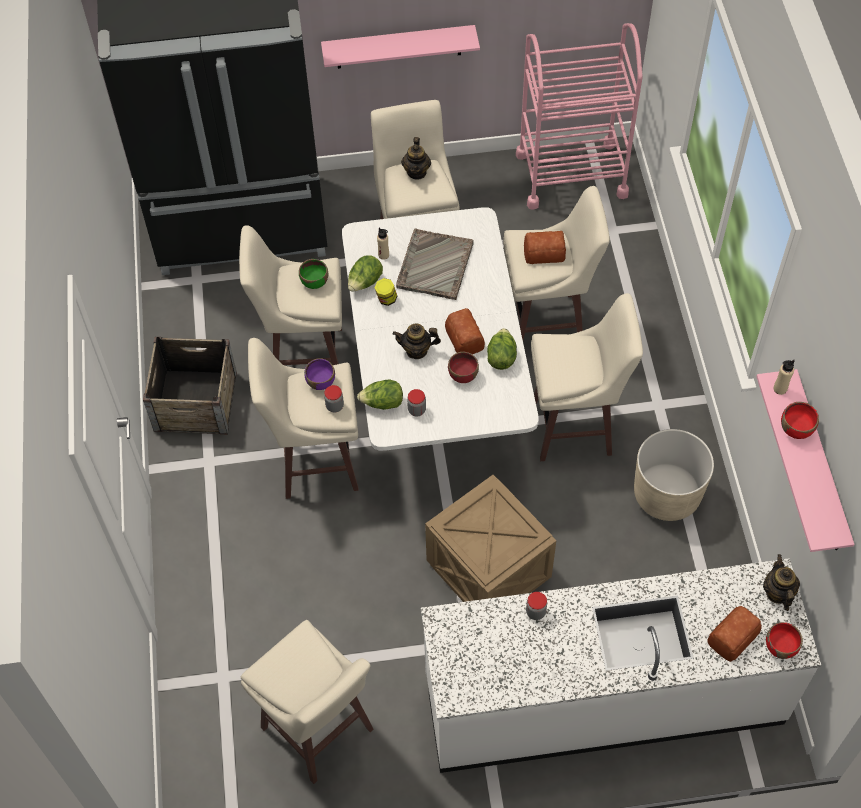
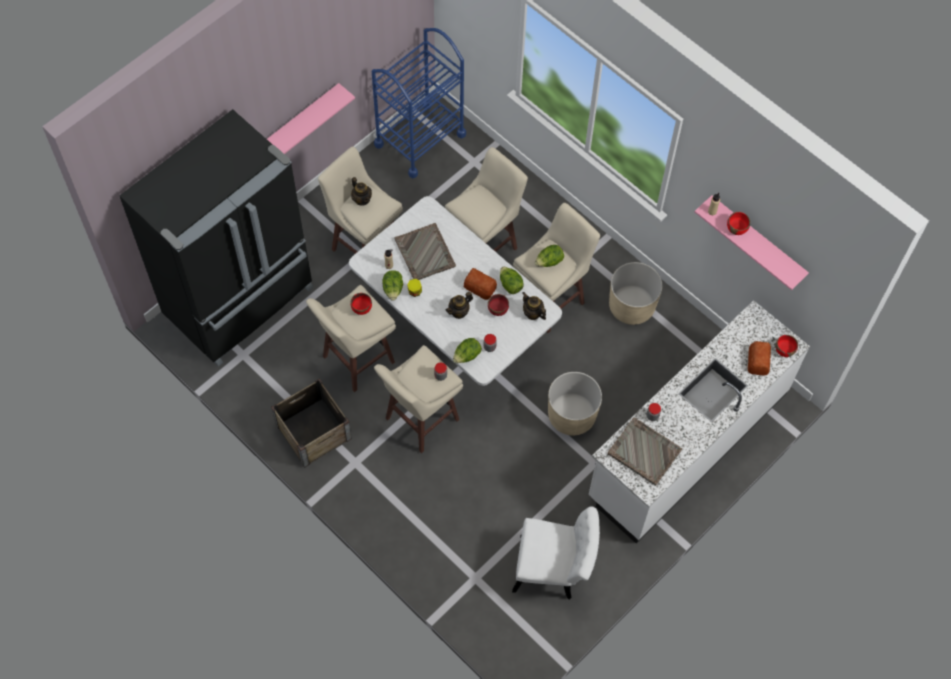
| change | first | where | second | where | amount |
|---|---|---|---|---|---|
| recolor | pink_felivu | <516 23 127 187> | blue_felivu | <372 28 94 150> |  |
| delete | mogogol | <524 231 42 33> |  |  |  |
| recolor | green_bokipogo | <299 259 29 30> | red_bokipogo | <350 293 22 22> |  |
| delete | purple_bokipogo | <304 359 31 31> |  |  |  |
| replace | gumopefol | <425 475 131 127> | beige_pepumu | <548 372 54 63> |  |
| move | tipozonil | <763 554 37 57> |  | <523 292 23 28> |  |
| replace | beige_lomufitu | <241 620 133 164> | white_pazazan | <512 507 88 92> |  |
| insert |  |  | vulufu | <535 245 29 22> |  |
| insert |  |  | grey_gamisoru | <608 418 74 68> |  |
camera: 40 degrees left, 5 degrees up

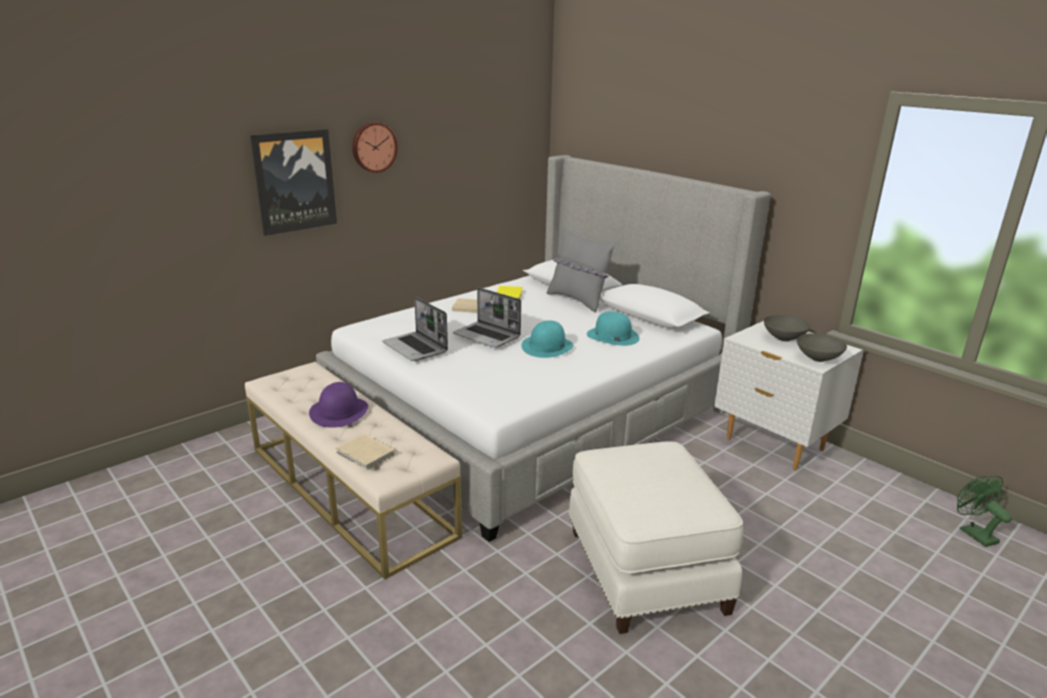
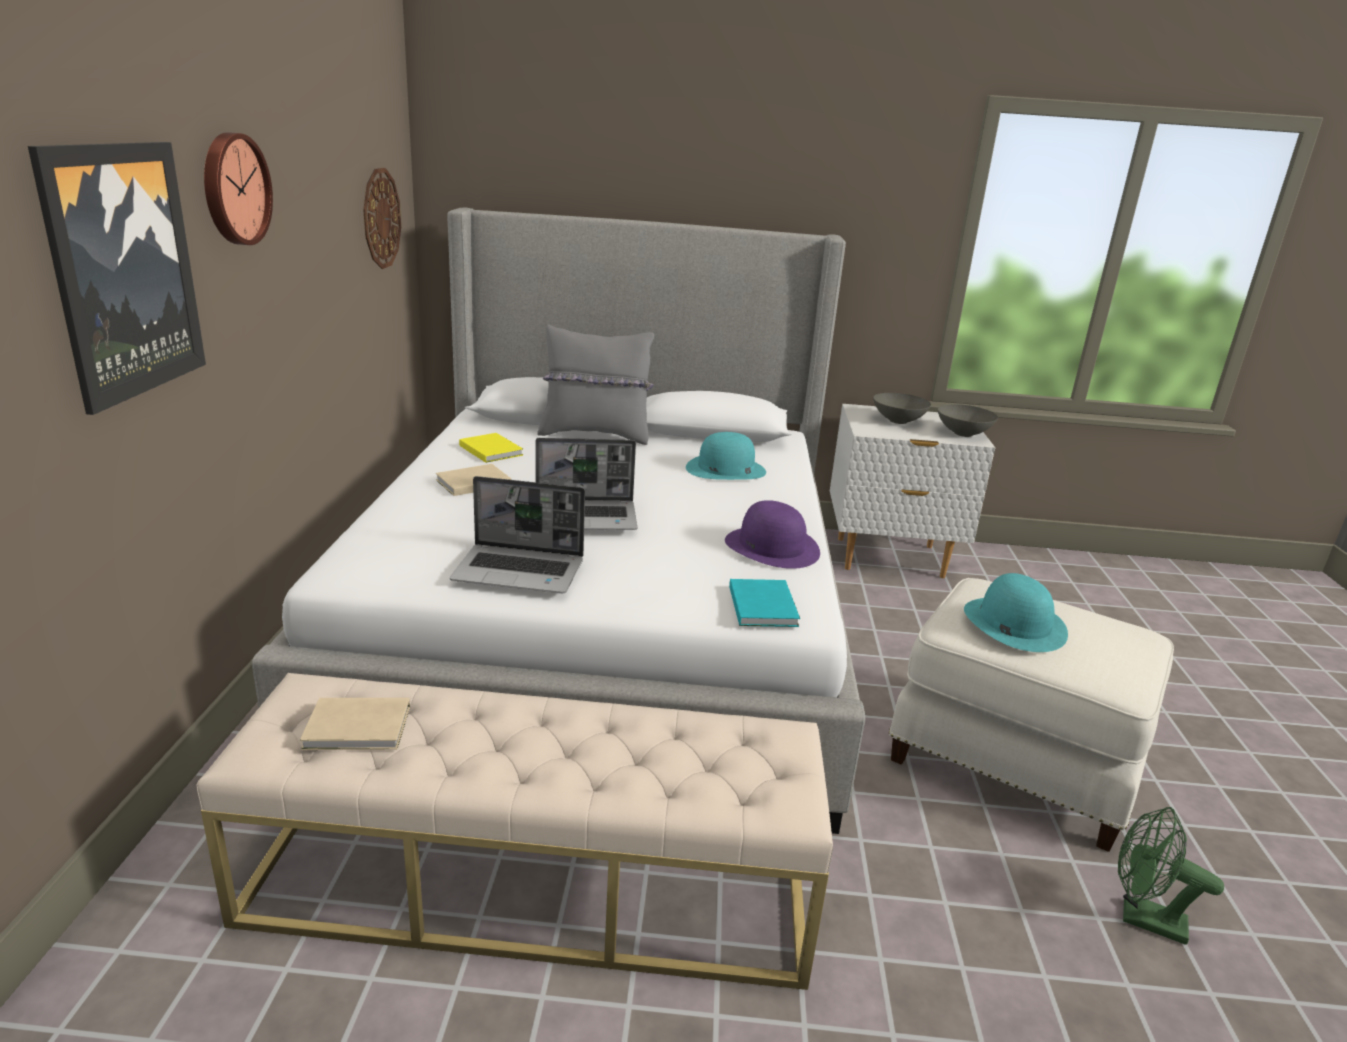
| change | first | where | second | where | amount |
|---|---|---|---|---|---|
| move | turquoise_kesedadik | <521 320 53 38> |  | <964 573 104 79> |  |
| move | purple_kesedadik | <309 382 59 46> |  | <725 500 95 69> |  |
| move | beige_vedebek | <336 434 59 36> |  | <300 698 110 52> |  |
| move | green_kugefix | <957 476 55 71> |  | <1118 807 106 138> |  |
| insert |  |  | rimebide | <363 168 38 101> |  |
| insert |  |  | turquoise_vedebek | <729 579 71 48> |  |
camera: 45 degrees left, 0 degrees up

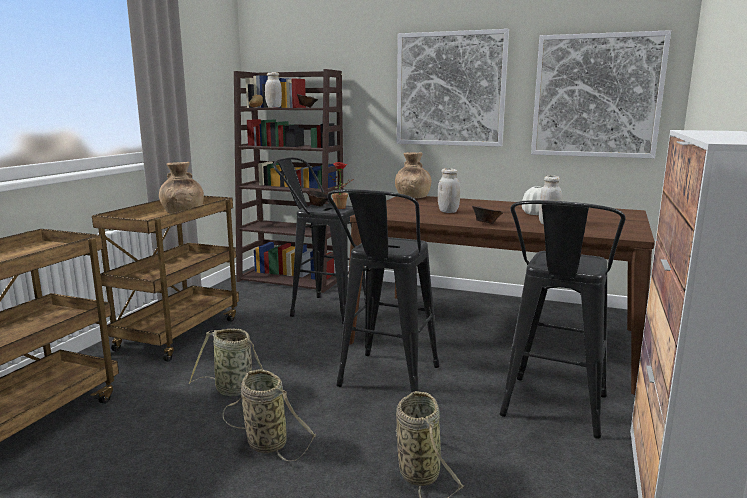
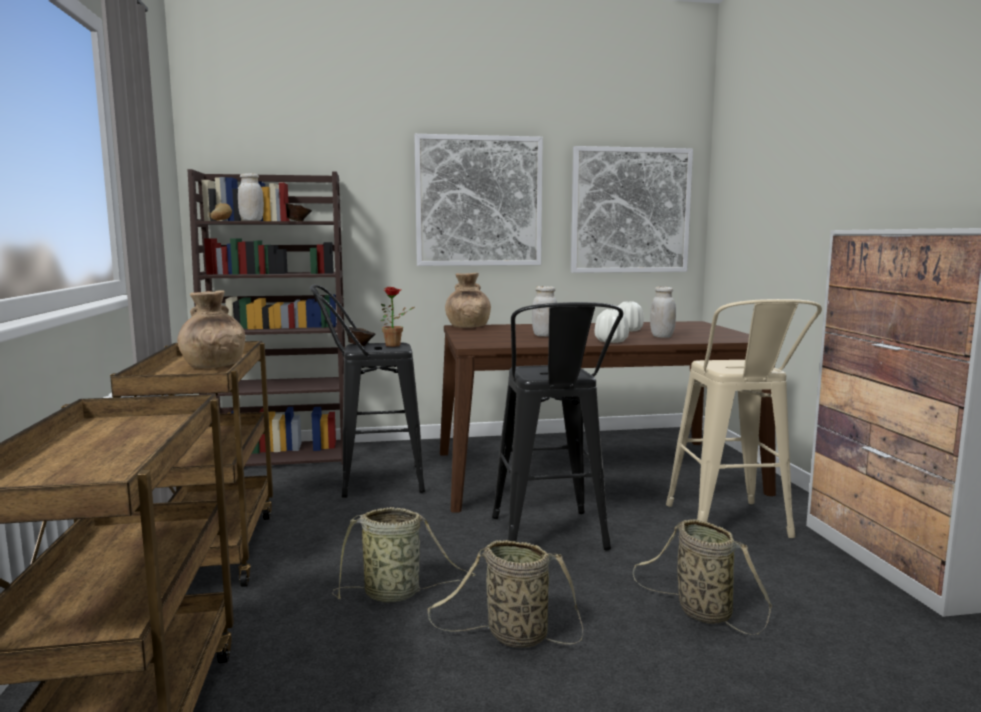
| change | first | where | second | where | amount |
|---|---|---|---|---|---|
| recolor | black_lomufitu | <500 200 126 239> | beige_lomufitu | <666 299 156 239> |  |
| replace | brown_bokipogo | <472 206 31 18> | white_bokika | <595 309 34 34> |  |
camera: 30 degrees left, 5 degrees down

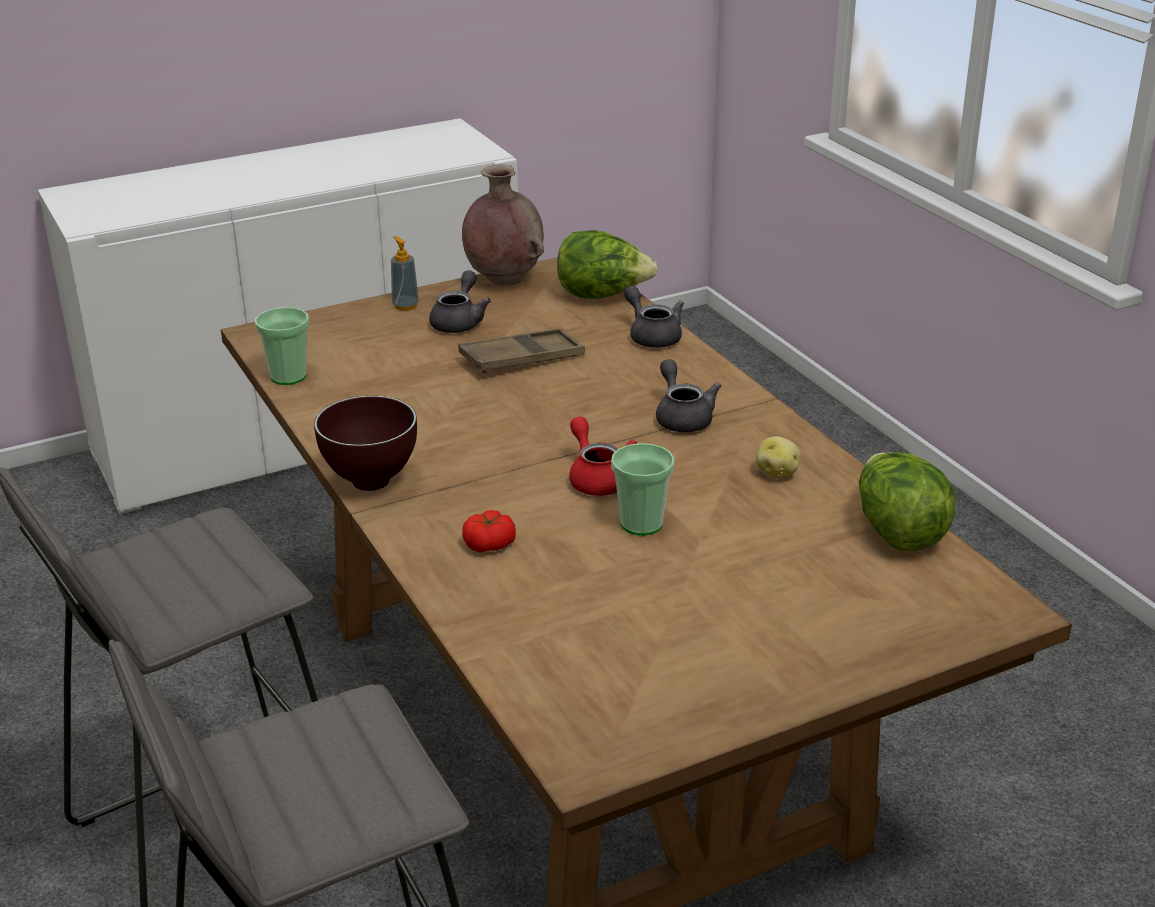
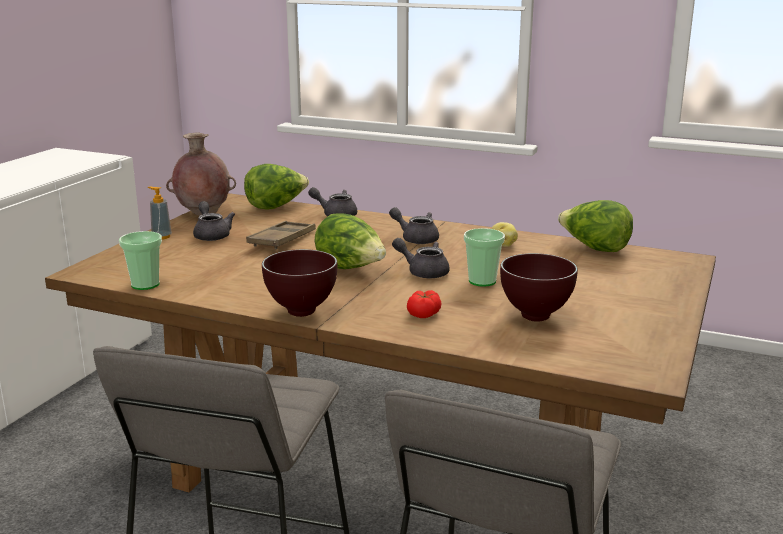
| change | first | where | second | where | amount |
|---|---|---|---|---|---|
| recolor | red_tipozonil | <569 416 68 80> | grey_tipozonil | <392 238 57 40> |  |
| insert |  |  | vulufu | <314 213 72 56> |  |
| insert |  |  | brown_bokipogo | <500 253 78 69> |  |
camera: 40 degrees left, 10 degrees down

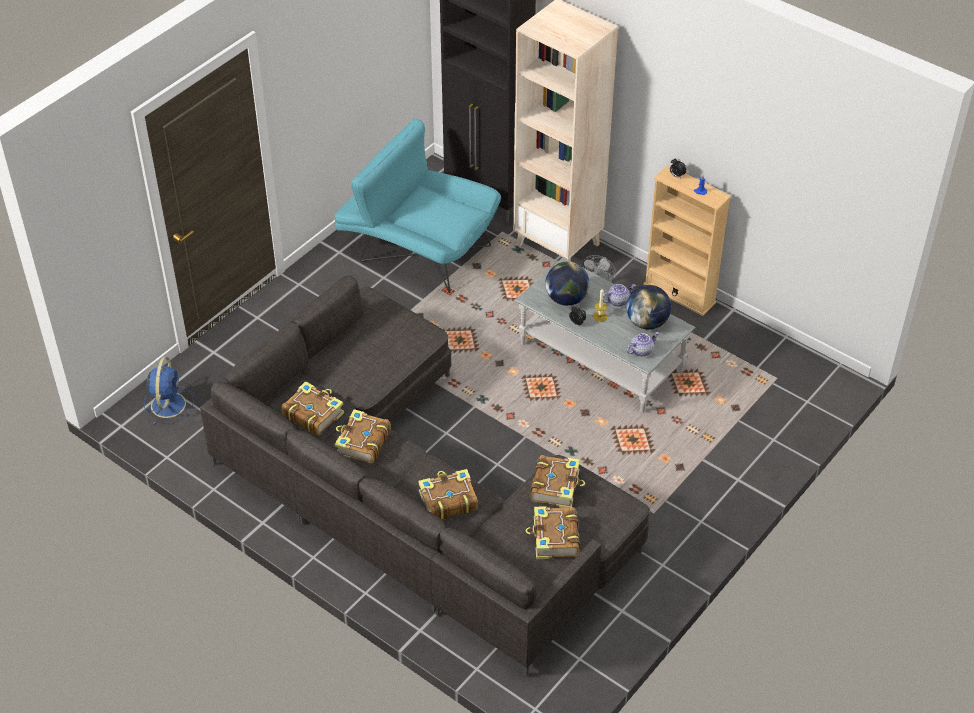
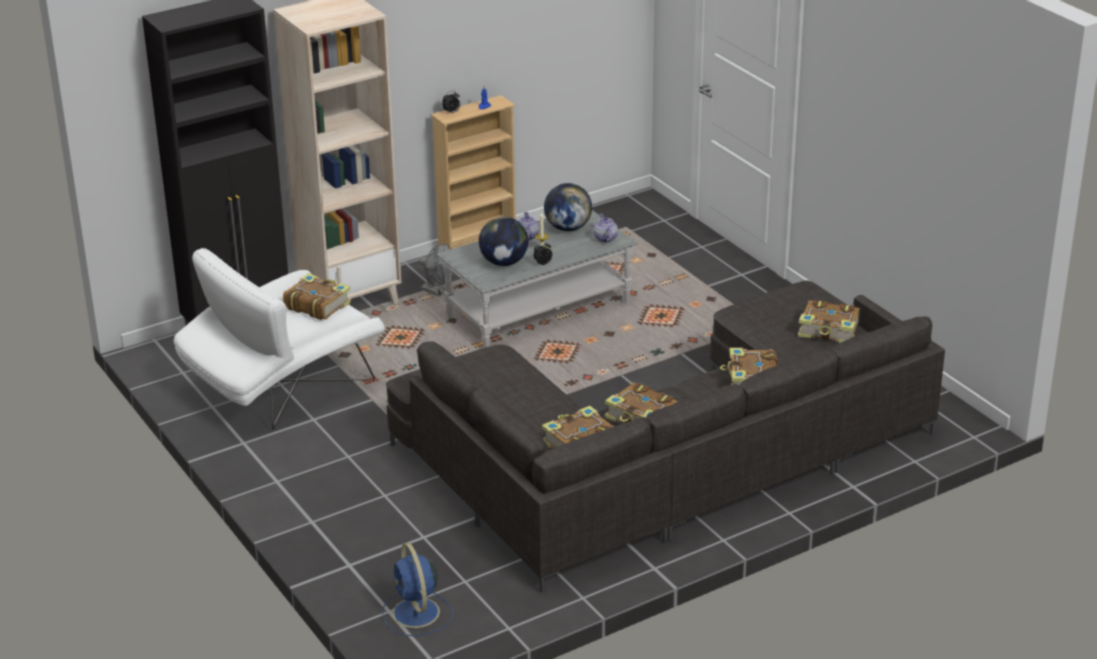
| change | first | where | second | where | amount |
|---|---|---|---|---|---|
| recolor | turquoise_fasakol | <334 119 167 174> | white_fasakol | <174 248 211 182> |  |
| rotate | blue_kugefix | <144 357 50 67> |  | <382 543 71 93> | 135 degrees counterclockwise |
| move | vedebek | <530 455 55 53> |  | <283 273 68 47> |  |
camera: 70 degrees left, 15 degrees down

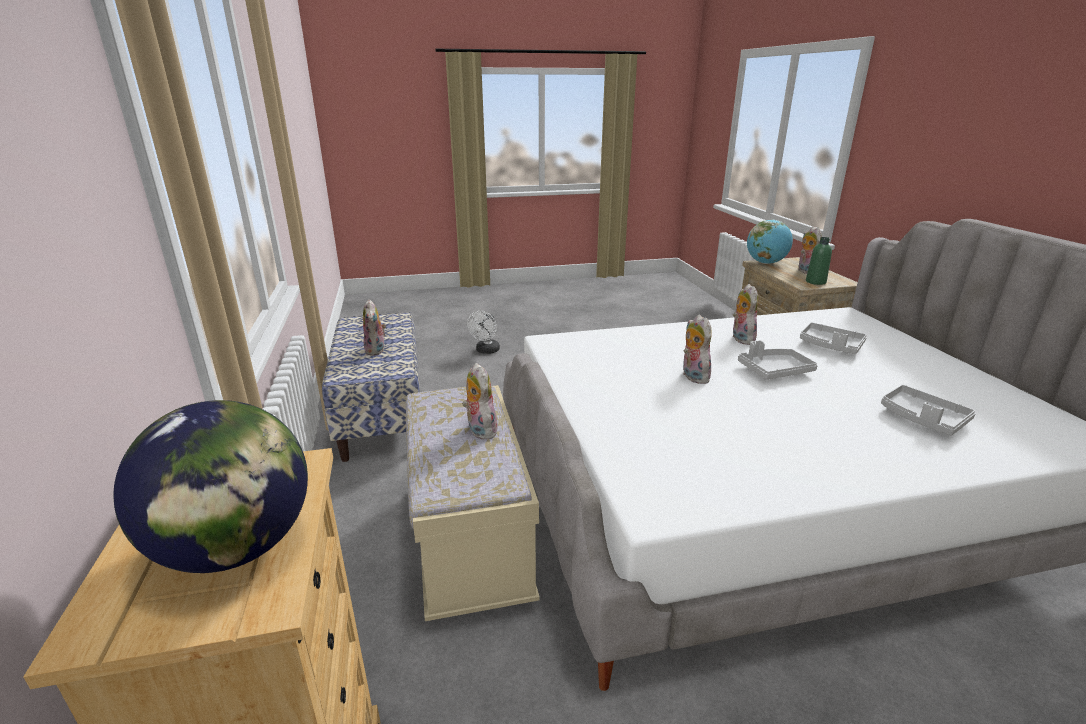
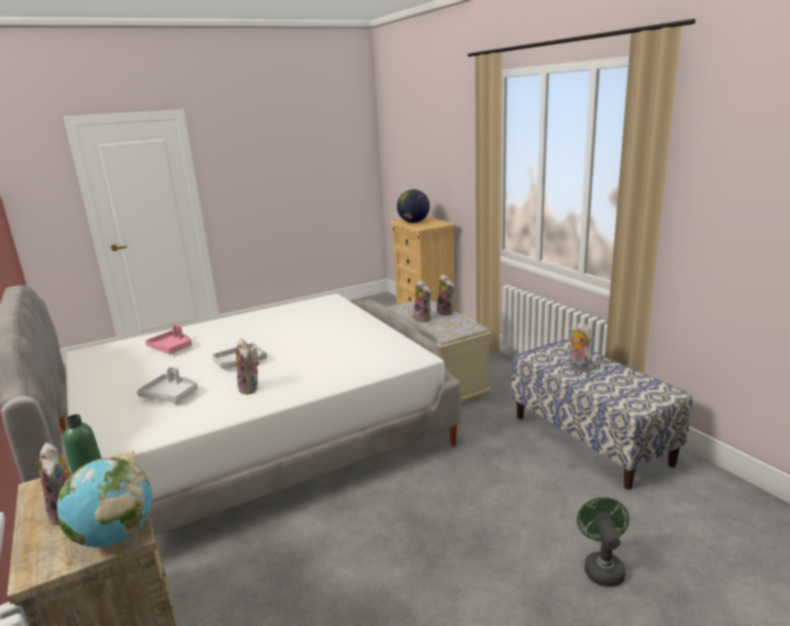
| change | first | where | second | where | amount |
|---|---|---|---|---|---|
| recolor | white_kugefix | <467 310 33 44> | green_kugefix | <577 497 52 90> |  |
| move | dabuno | <683 315 30 69> |  | <437 274 17 42> |  |
| recolor | grey_gamisoru | <881 385 95 51> | pink_gamisoru | <145 325 47 29> |  |
camera: 165 degrees right, 5 degrees down

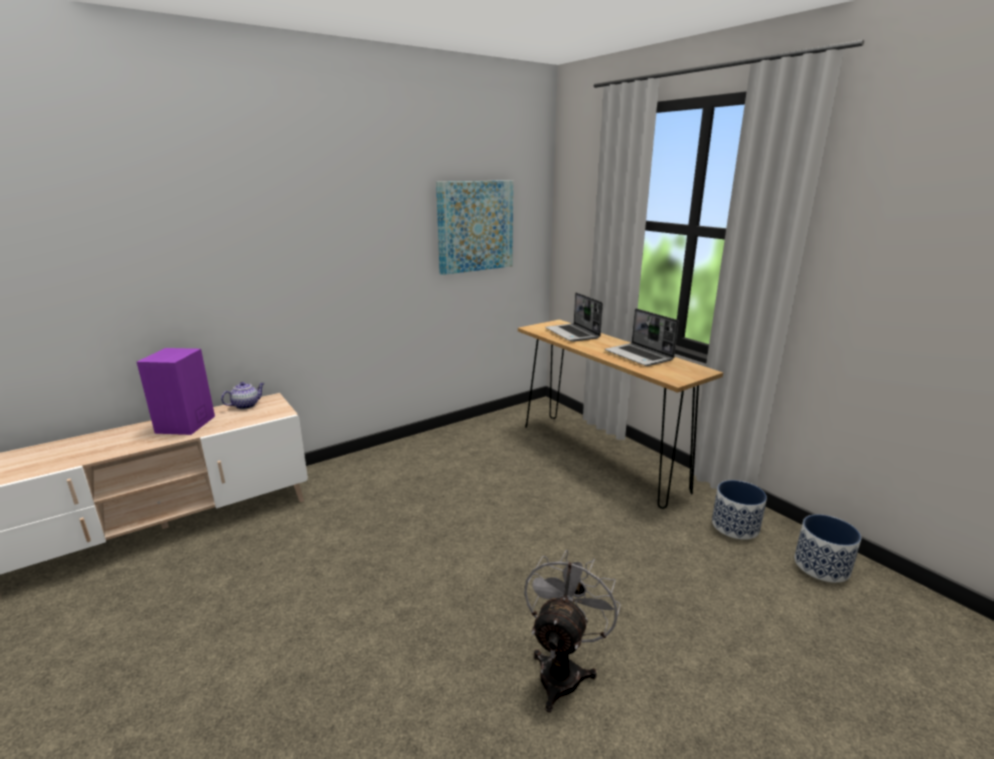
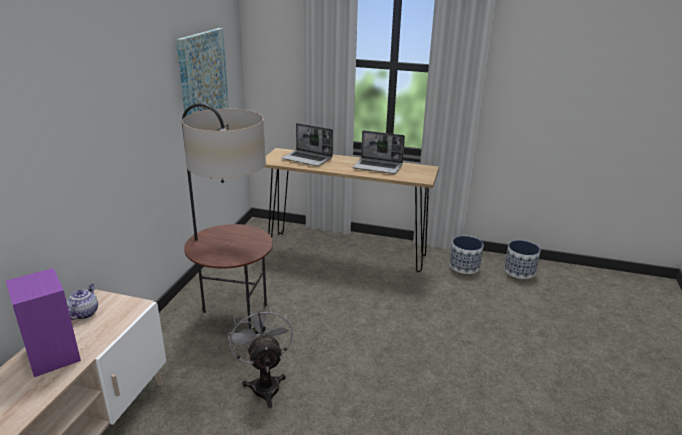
| change | first | where | second | where | amount |
|---|---|---|---|---|---|
| move | grey_kugefix | <524 550 97 162> |  | <228 305 65 103> |  |
| insert |  |  | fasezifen | <182 103 91 226> |  |
camera: 40 degrees left, 5 degrees up

